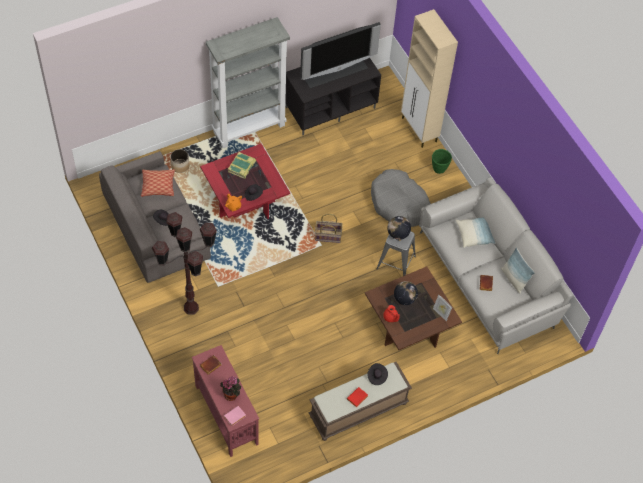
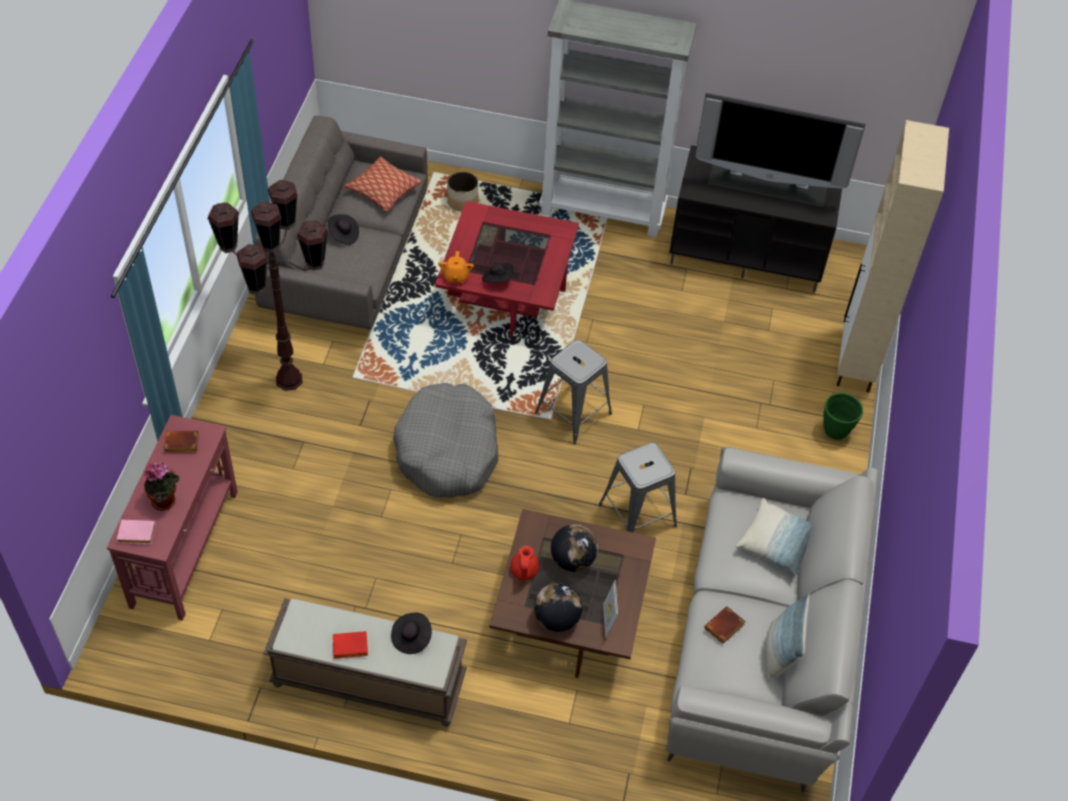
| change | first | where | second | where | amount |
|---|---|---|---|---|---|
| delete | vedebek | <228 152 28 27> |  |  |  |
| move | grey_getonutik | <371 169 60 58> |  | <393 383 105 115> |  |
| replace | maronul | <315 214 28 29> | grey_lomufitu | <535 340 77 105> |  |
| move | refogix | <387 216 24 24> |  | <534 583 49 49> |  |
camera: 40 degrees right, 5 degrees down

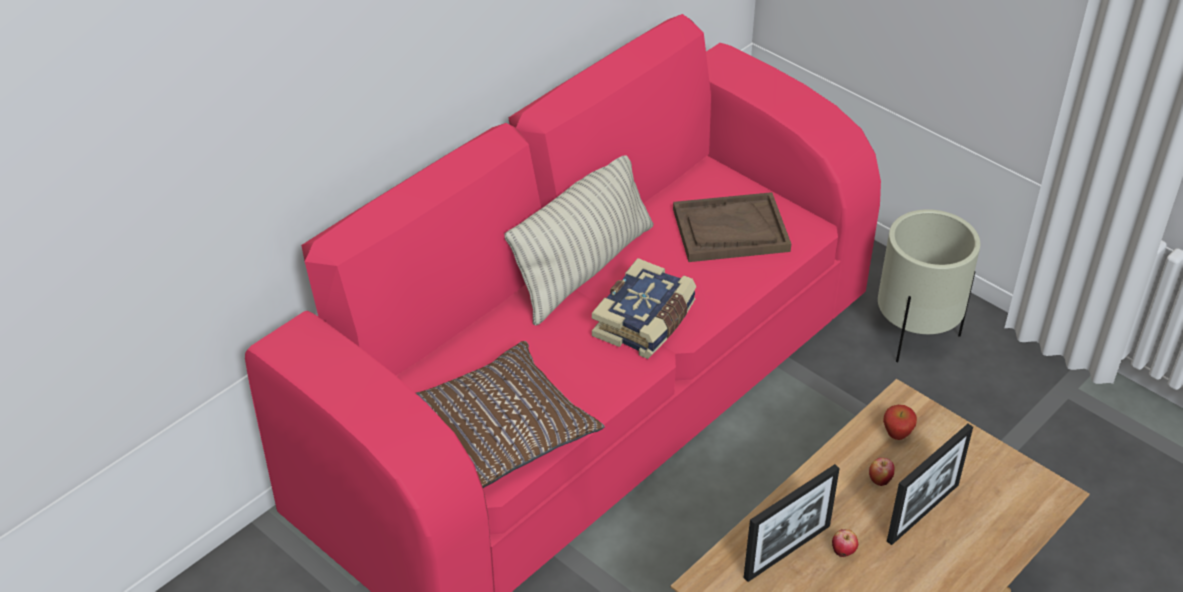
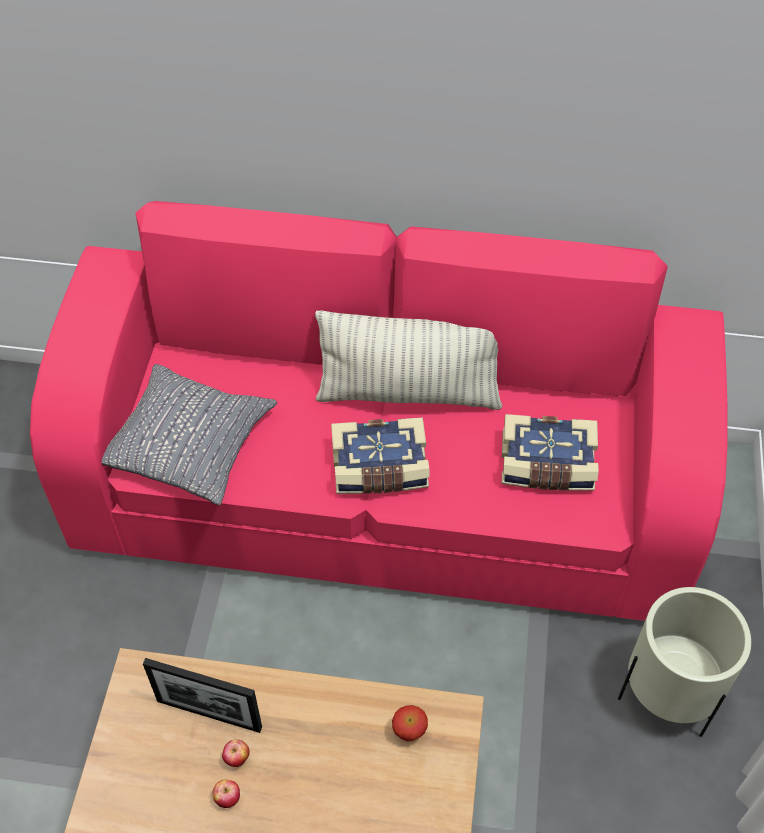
| change | first | where | second | where | amount |
|---|---|---|---|---|---|
| replace | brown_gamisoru | <673 192 118 70> | vedebek | <501 414 98 77> |  |
| recolor | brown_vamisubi | <416 341 189 147> | grey_vamisubi | <102 364 175 141> |  |
| delete | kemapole | <887 424 86 121> |  |  |  |
| move | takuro | <869 458 25 28> |  | <212 780 28 28> |  |
camera: 55 degrees right, 10 degrees up

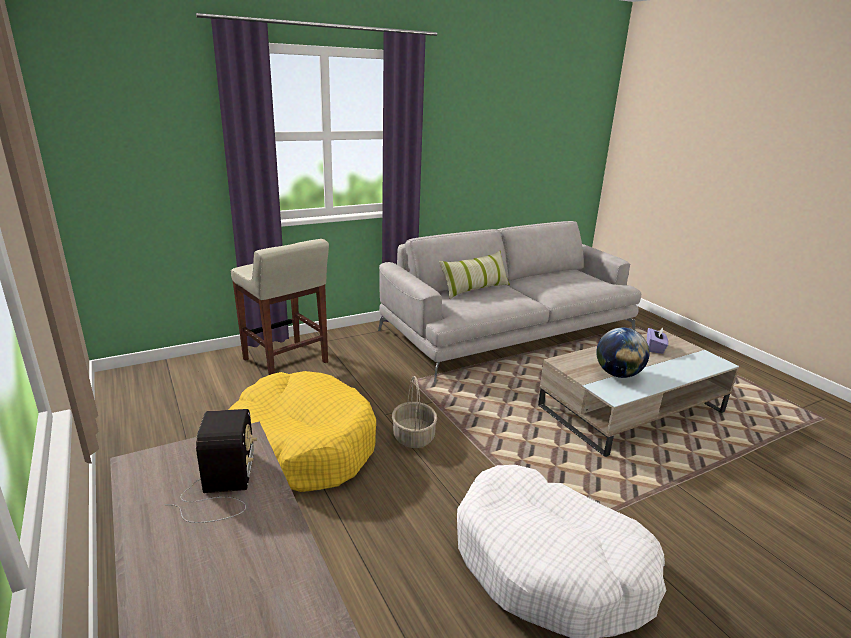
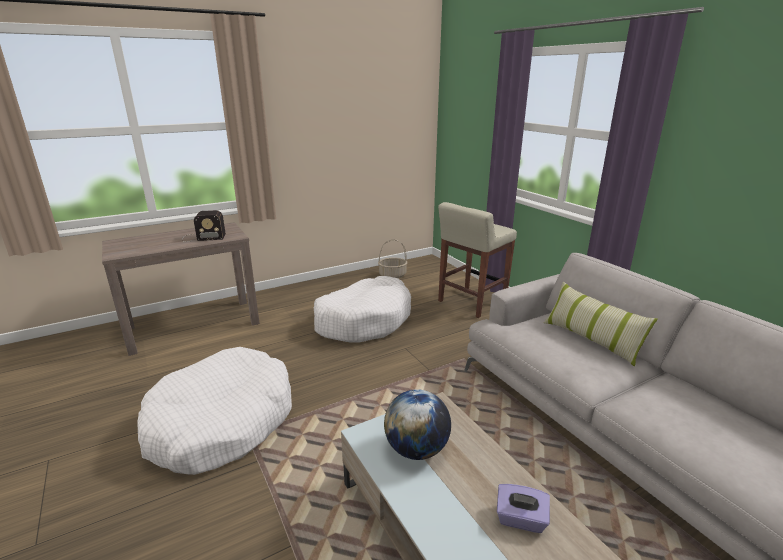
| change | first | where | second | where | amount |
|---|---|---|---|---|---|
| recolor | yellow_getonutik | <228 371 148 121> | white_getonutik | <314 276 97 67> |  |
| move | maronul | <392 376 45 72> |  | <378 239 29 39> |  |
camera: 90 degrees right, 0 degrees up

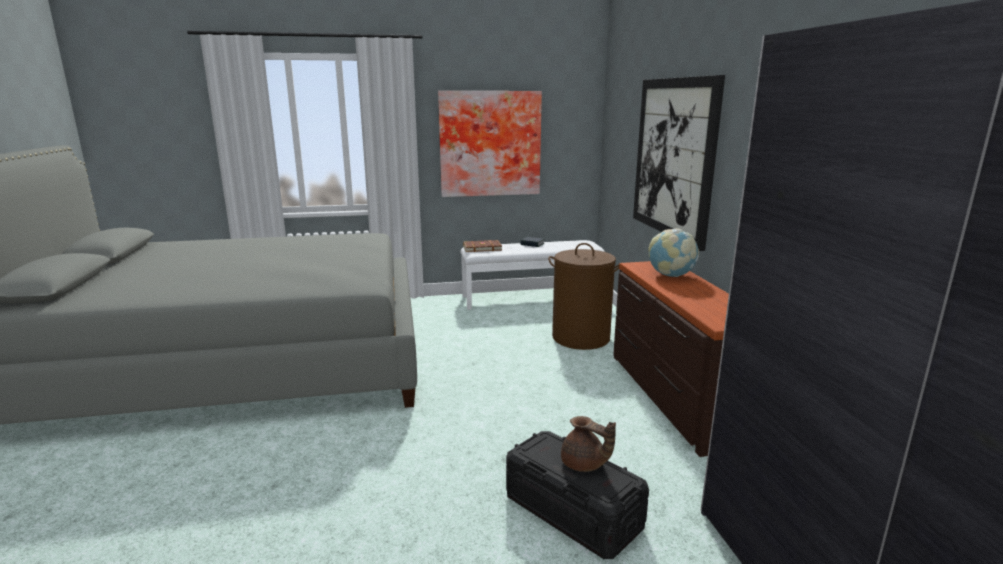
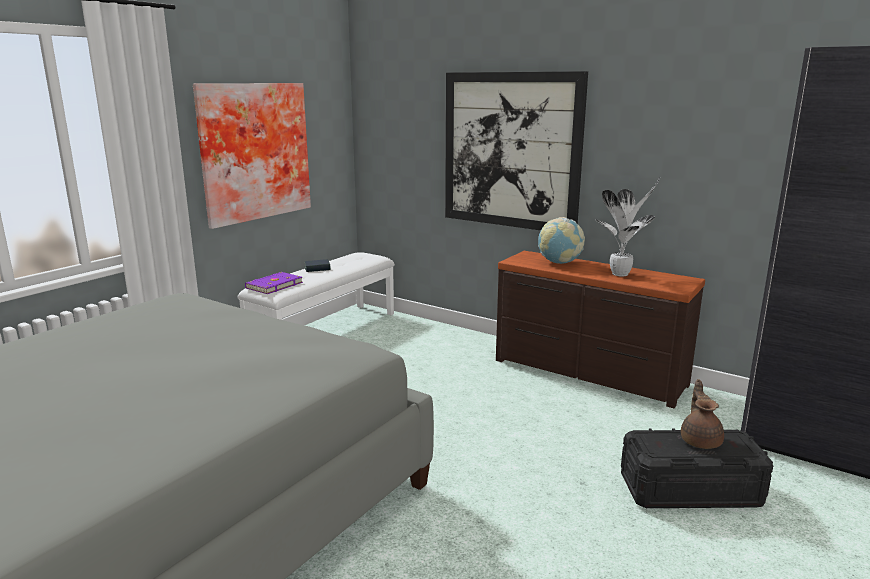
| change | first | where | second | where | amount |
|---|---|---|---|---|---|
| recolor | brown_vedebek | <463 240 39 12> | purple_vedebek | <245 272 58 22> |  |
| delete | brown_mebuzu | <548 243 71 107> |  |  |  |
| rotate | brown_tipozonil | <561 416 55 56> |  | <681 379 43 70> | 75 degrees counterclockwise |
| insert |  |  | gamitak | <595 177 65 100> |  |
camera: 45 degrees left, 0 degrees up

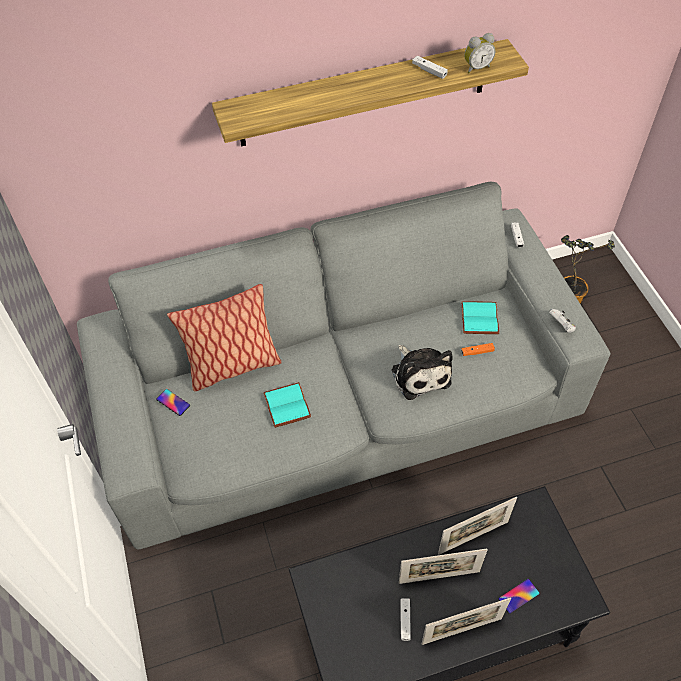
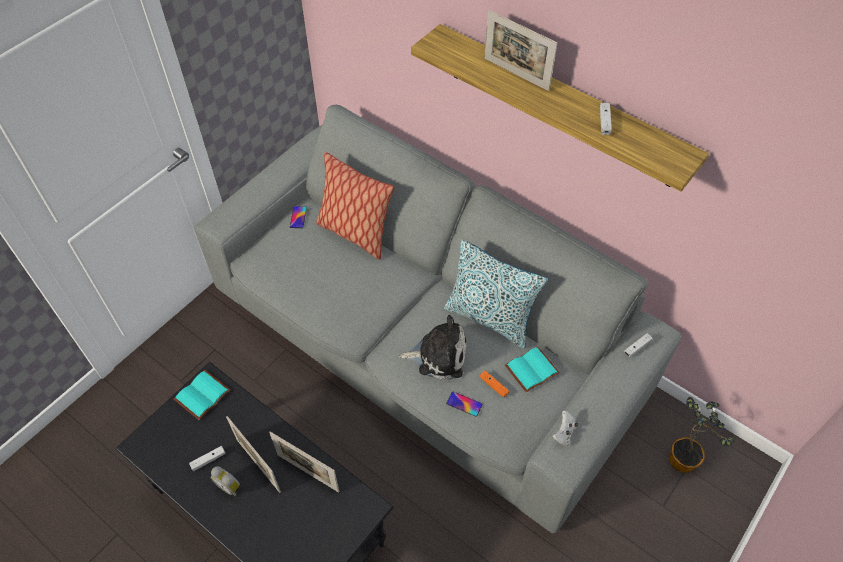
| change | first | where | second | where | amount |
|---|---|---|---|---|---|
| move | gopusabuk | <464 33 32 40> |  | <211 466 29 30> |  |
| rotate | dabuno | <392 345 61 55> |  | <399 315 68 65> | 120 degrees counterclockwise |
| move | turquoise_vedebek | <263 382 48 46> |  | <174 370 56 50> |  |
| move | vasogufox | <498 579 42 35> |  | <446 392 37 24> |  |
| move | kemapole | <422 598 89 47> |  | <484 10 74 81> |  |
| insert |  |  | vamisubi | <444 240 104 109> |  |
camera: 55 degrees right, 0 degrees up

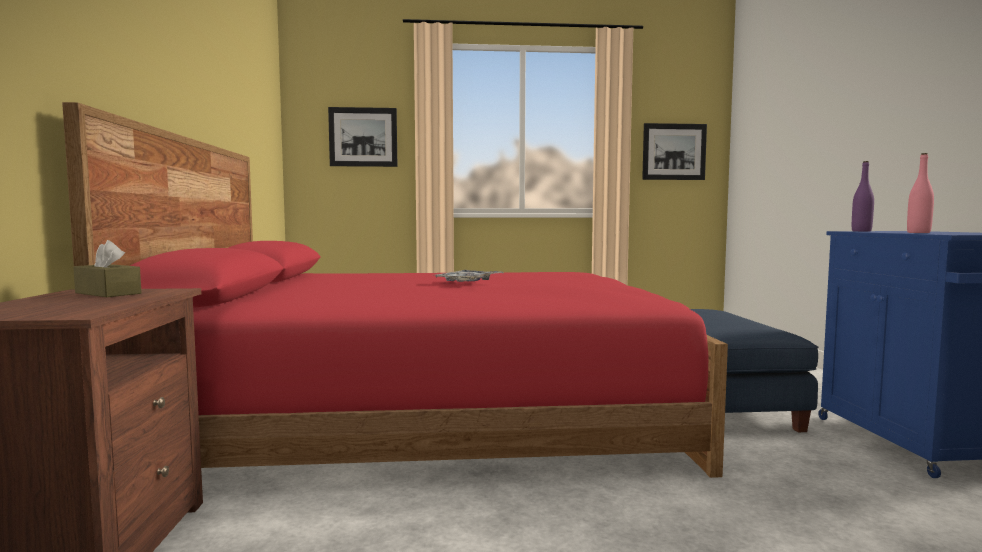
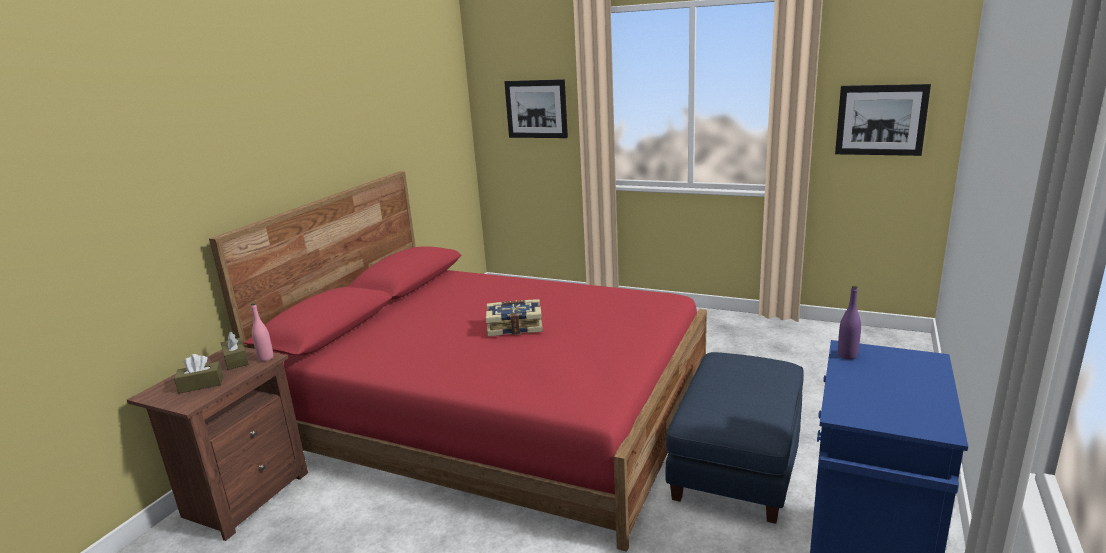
| change | first | where | second | where | amount |
|---|---|---|---|---|---|
| move | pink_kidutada | <907 153 27 80> |  | <251 303 22 58> |  |
| replace | gamisoru | <435 270 69 12> | vedebek | <486 299 57 37> |  |
| insert |  |  | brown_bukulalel | <174 354 49 40> |  |
camera: 30 degrees right, 15 degrees up

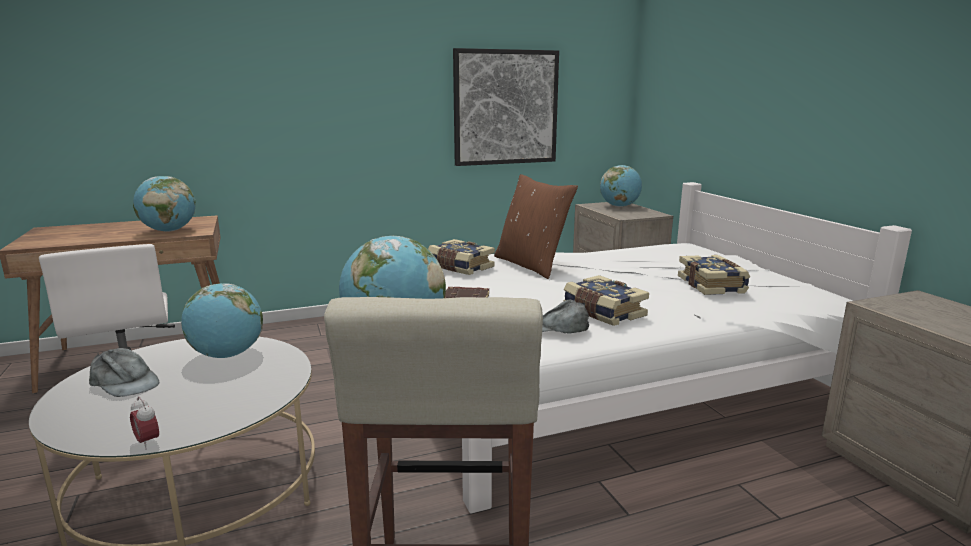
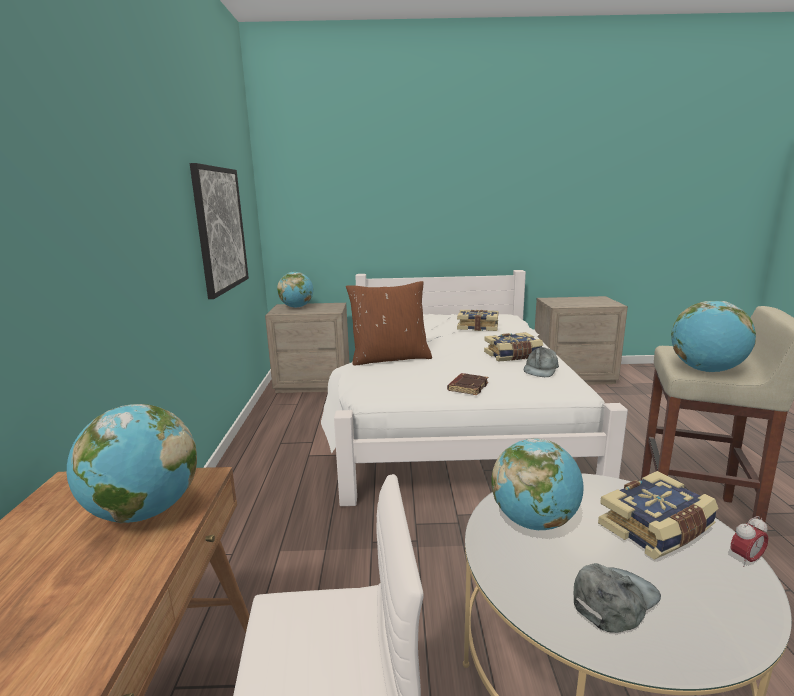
| change | first | where | second | where | amount |
|---|---|---|---|---|---|
| move | vedebek | <428 239 67 36> |  | <598 471 120 89> |  |
camera: 70 degrees left, 0 degrees up

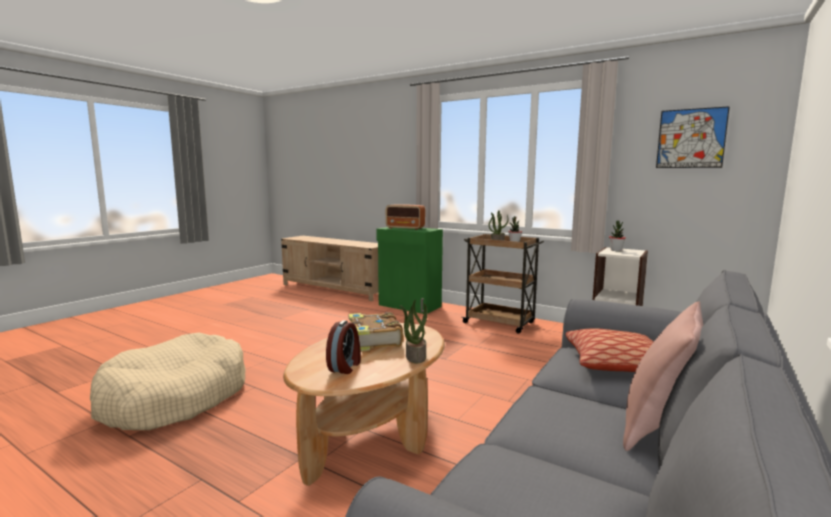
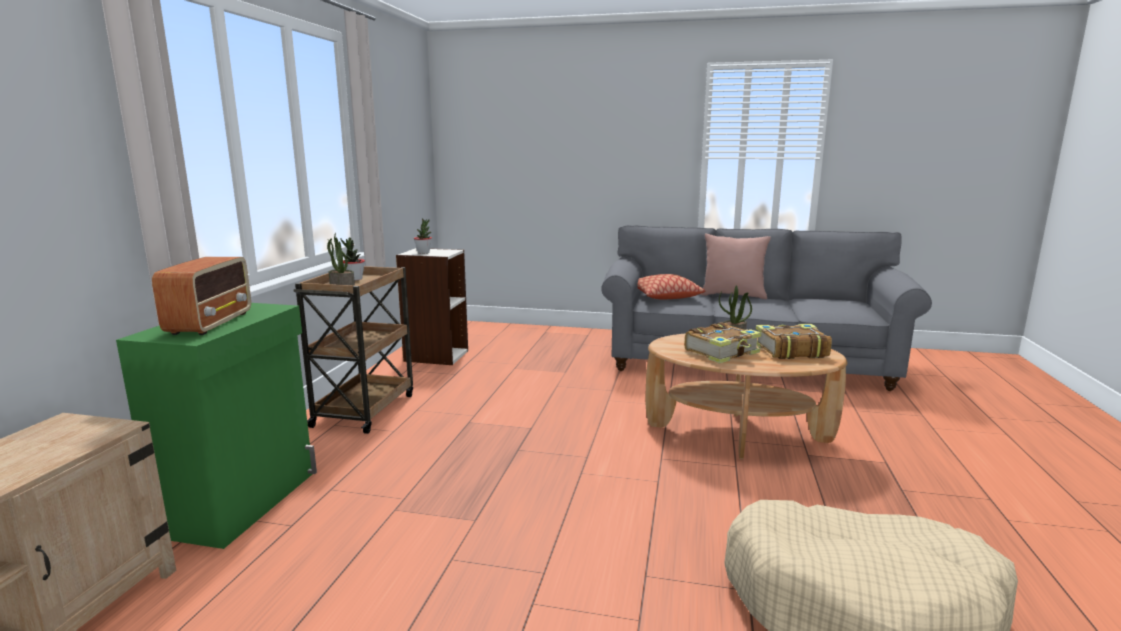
| change | first | where | second | where | amount |
|---|---|---|---|---|---|
| delete | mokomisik | <656 106 74 62> |  |  |  |
| replace | gopusabuk | <326 320 35 54> | vedebek | <756 324 76 35> |  |
camera: 110 degrees left, 5 degrees up

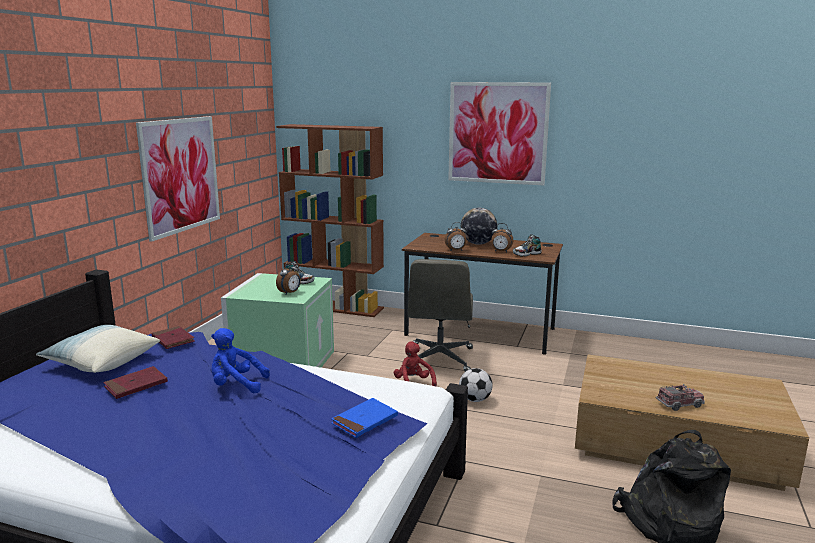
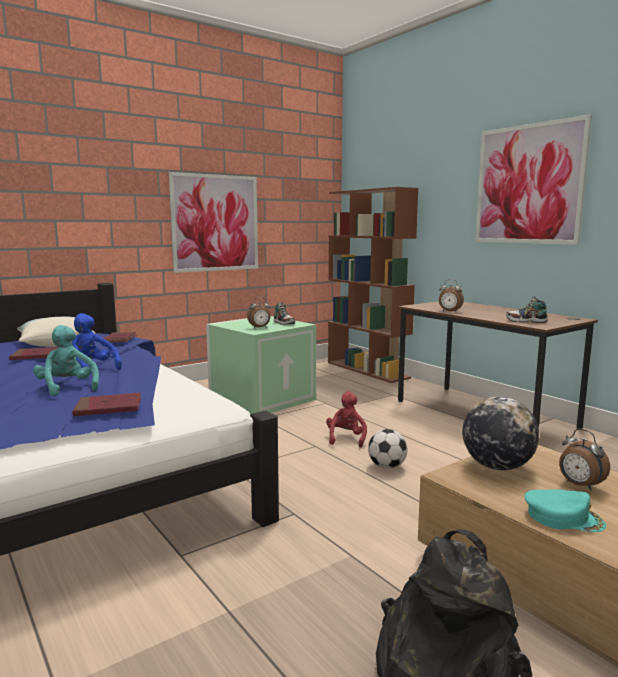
| change | first | where | second | where | amount |
|---|---|---|---|---|---|
| move | refogix | <461 208 36 37> |  | <462 397 77 73> |  |
| move | gopusabuk | <491 223 22 29> |  | <559 429 51 62> |  |
| delete | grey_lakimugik | <408 259 65 113> |  |  |  |
| replace | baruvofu | <656 384 49 27> | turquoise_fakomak | <525 489 81 43> |  |
| recolor | blue_vedebek | <331 398 67 40> | red_vedebek | <72 393 69 24> |  |
| insert |  |  | turquoise_dabuno | <33 325 66 71> |  |
camera: 35 degrees right, 5 degrees down

